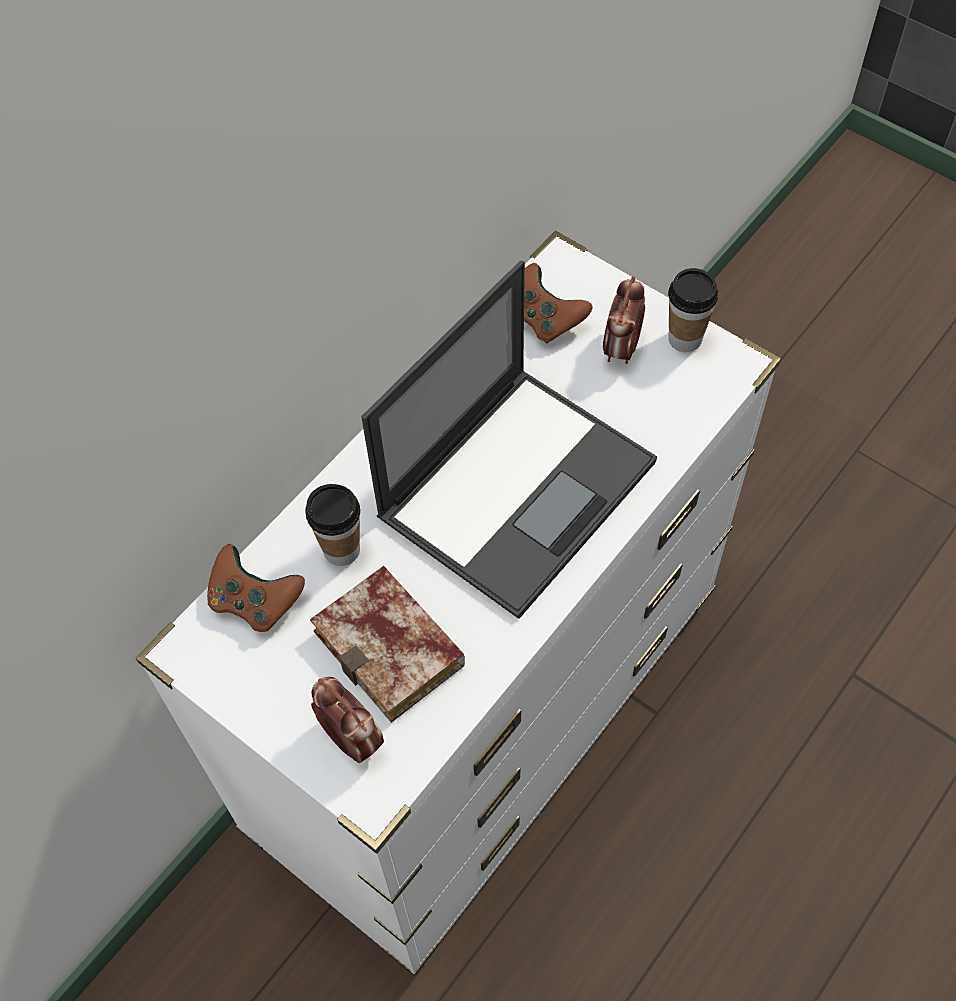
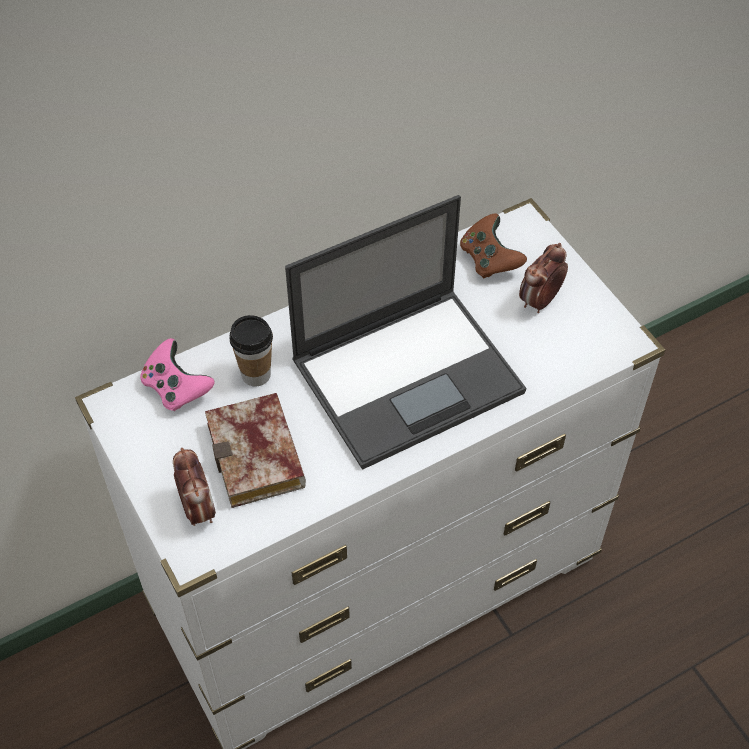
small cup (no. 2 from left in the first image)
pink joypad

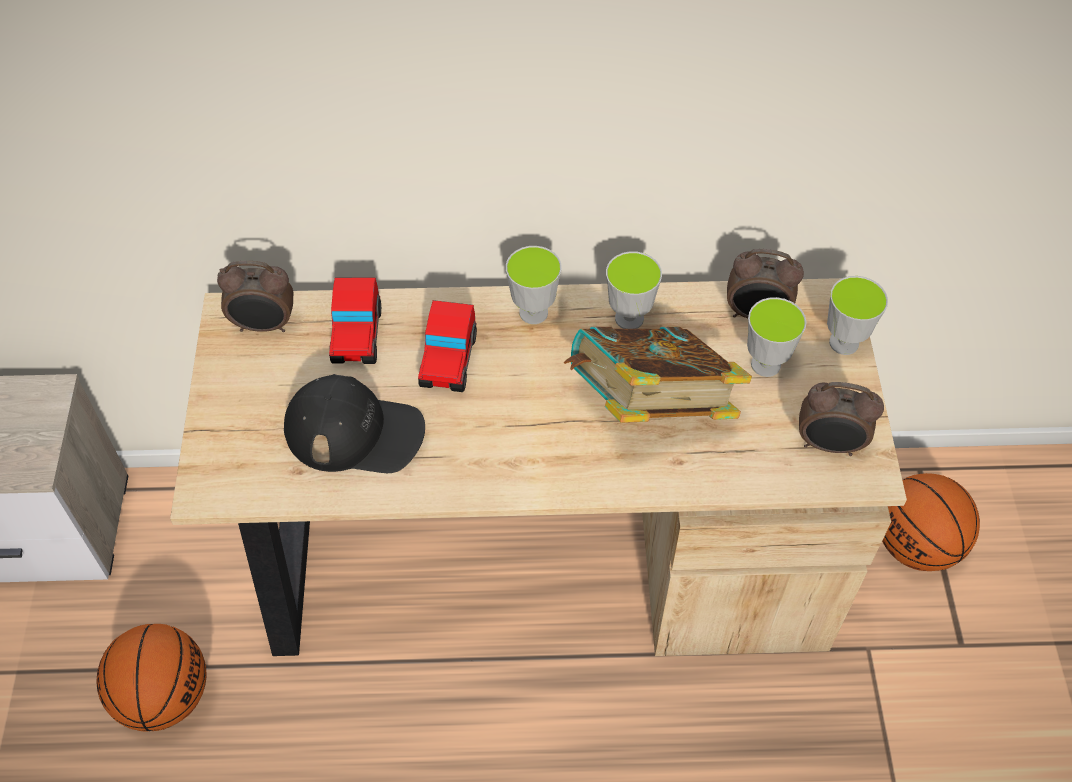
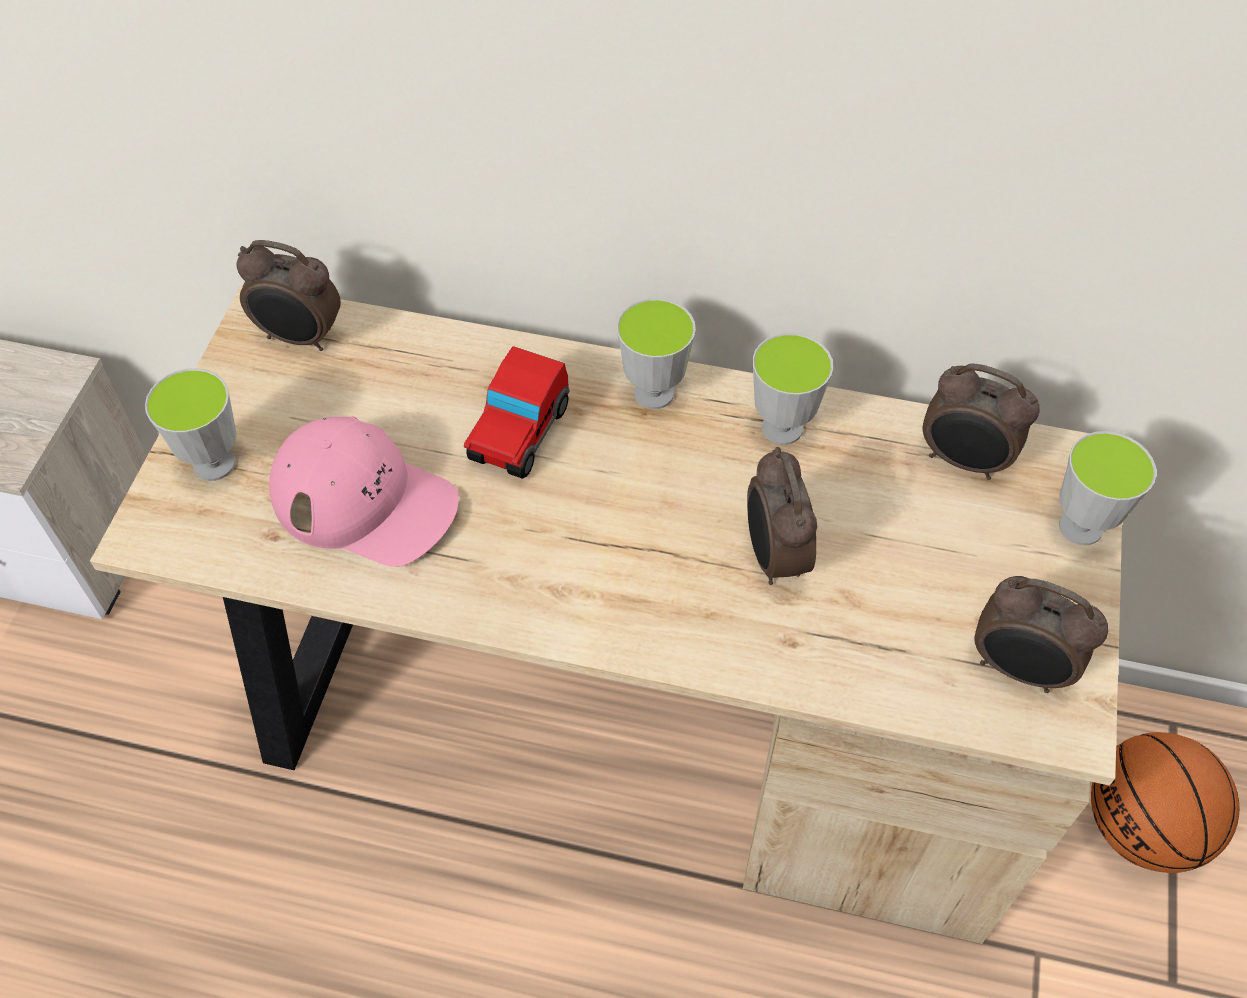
ball for basketball (no. 1 from left in the first image)
miniature car (no. 1 from left in the first image)
small cup (no. 1 from left)
bedside clock (no. 2 from left)
pink peaked cap

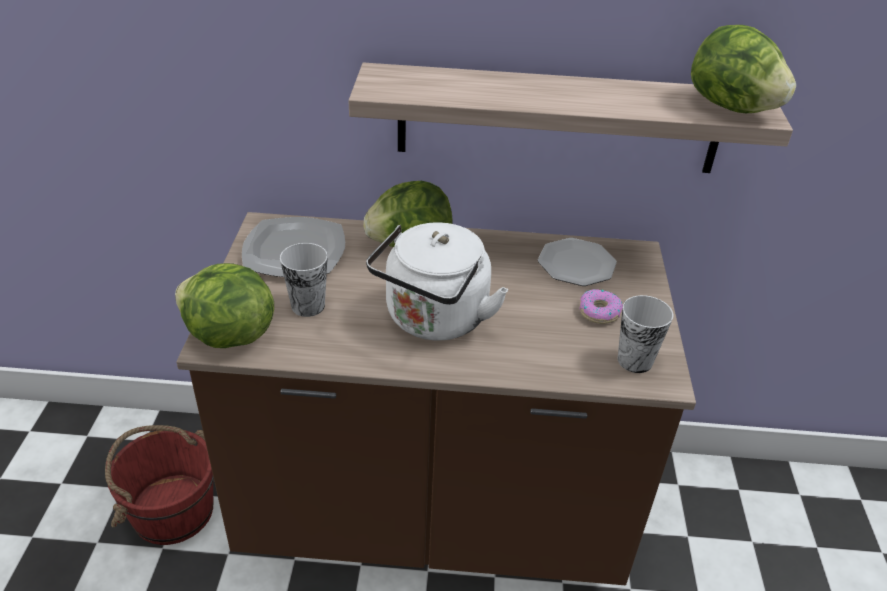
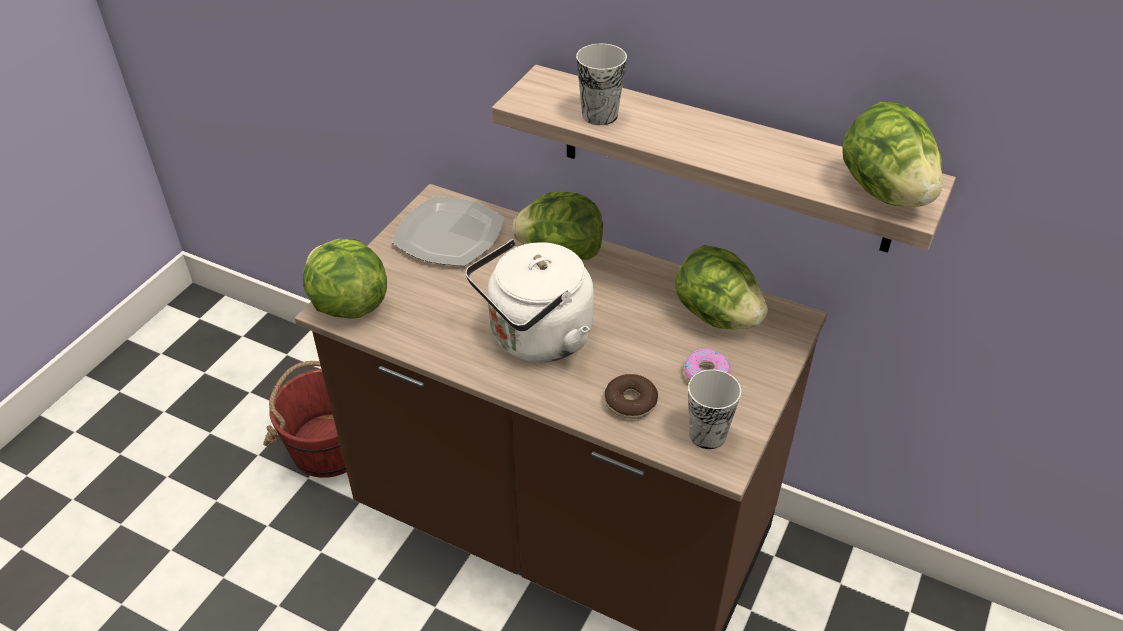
doughnut (no. 1 from left)
small cup (no. 1 from left)
head of lettuce (no. 3 from left)

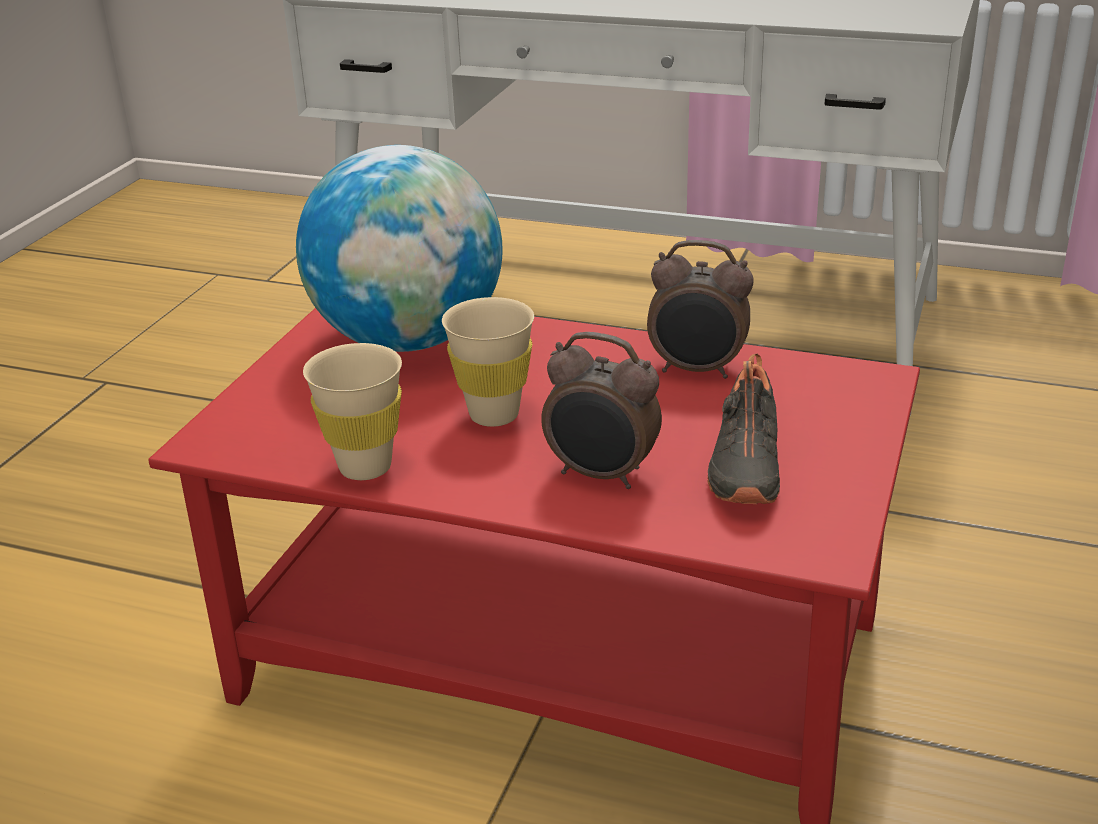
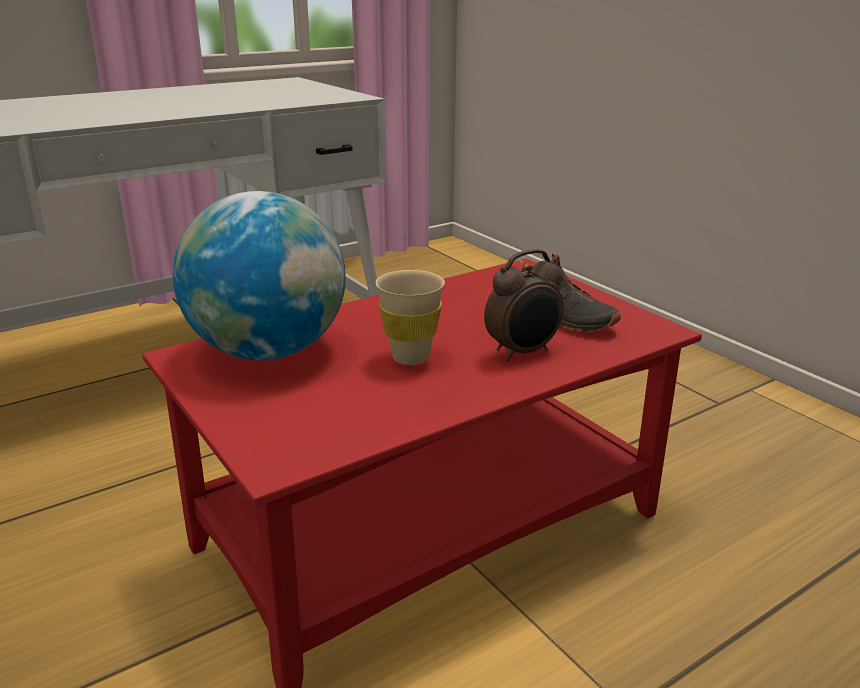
sand-coloured small cup (no. 1 from left in the first image)
bedside clock (no. 2 from left in the first image)

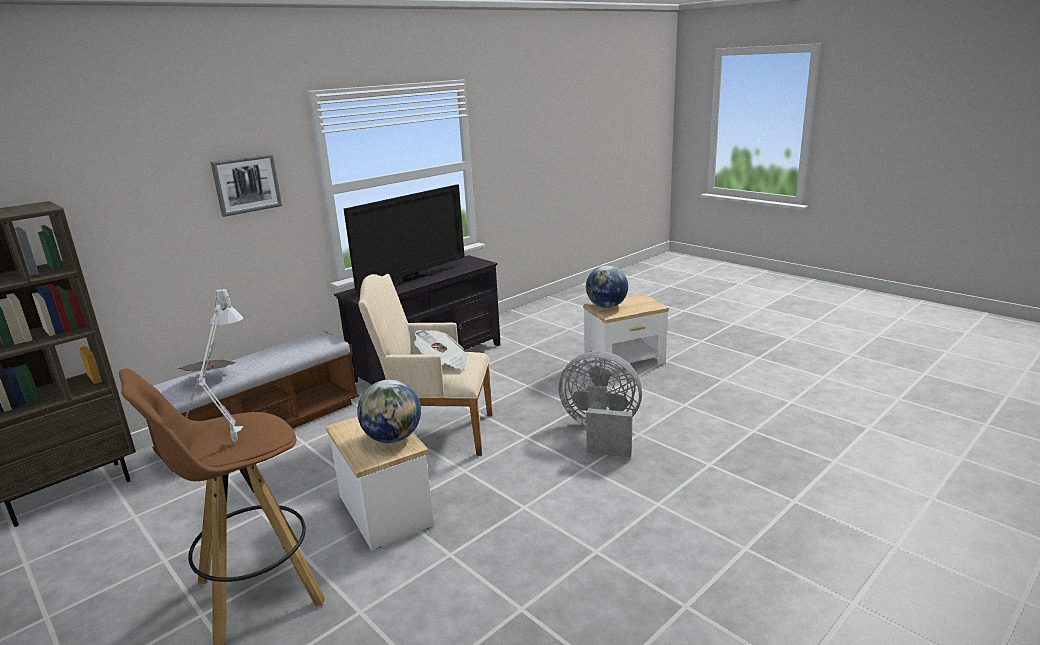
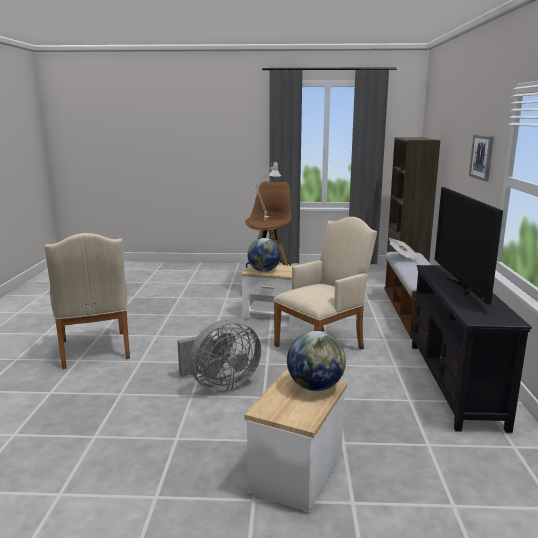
daily paper (no. 2 from left in the first image)
sand-coloured lounge chair (no. 1 from left)

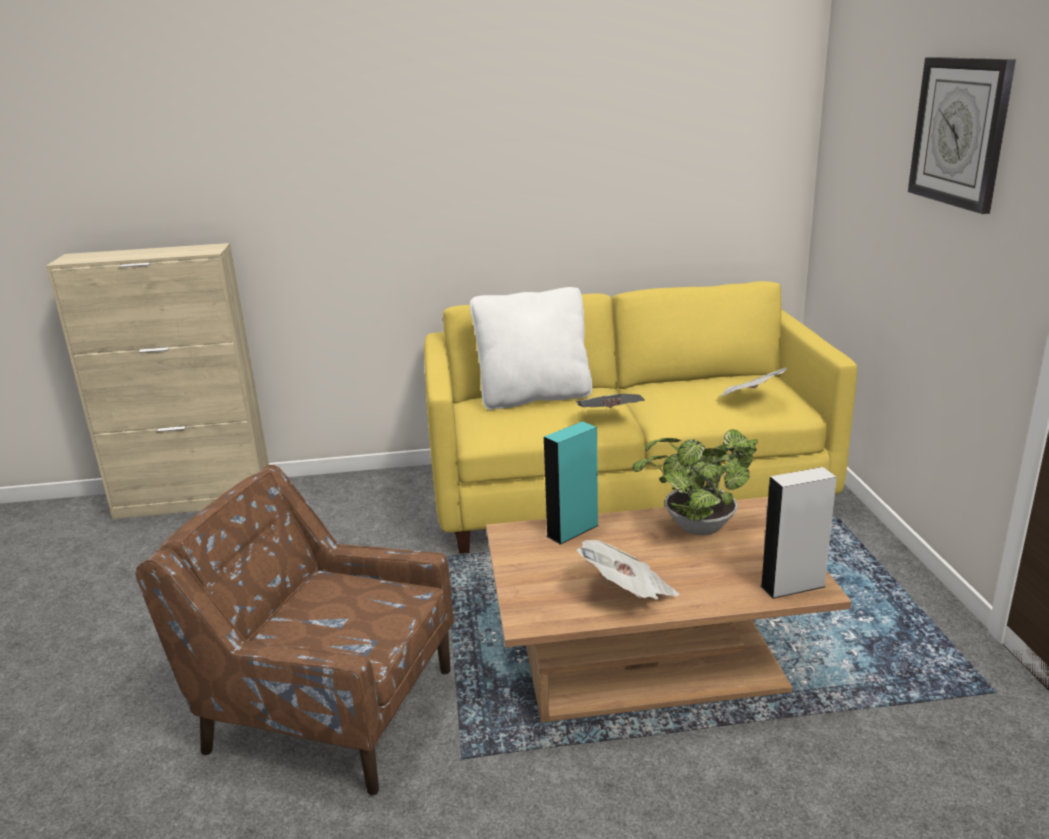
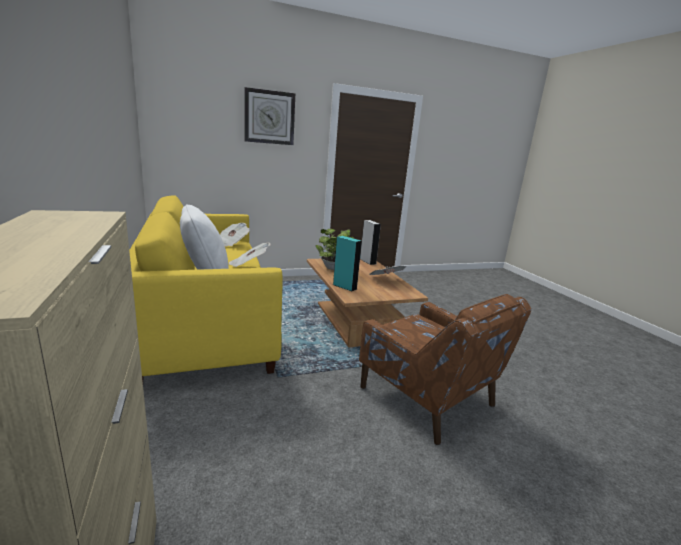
brown-coloured lounge chair

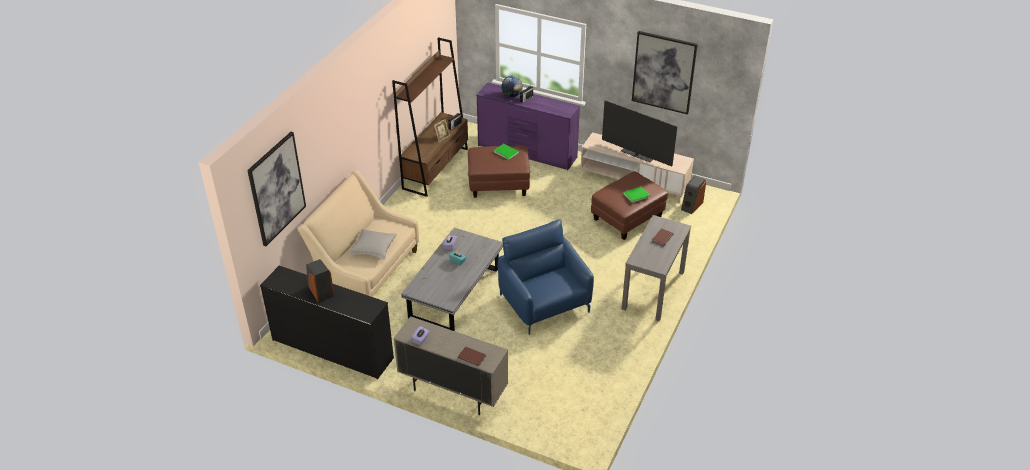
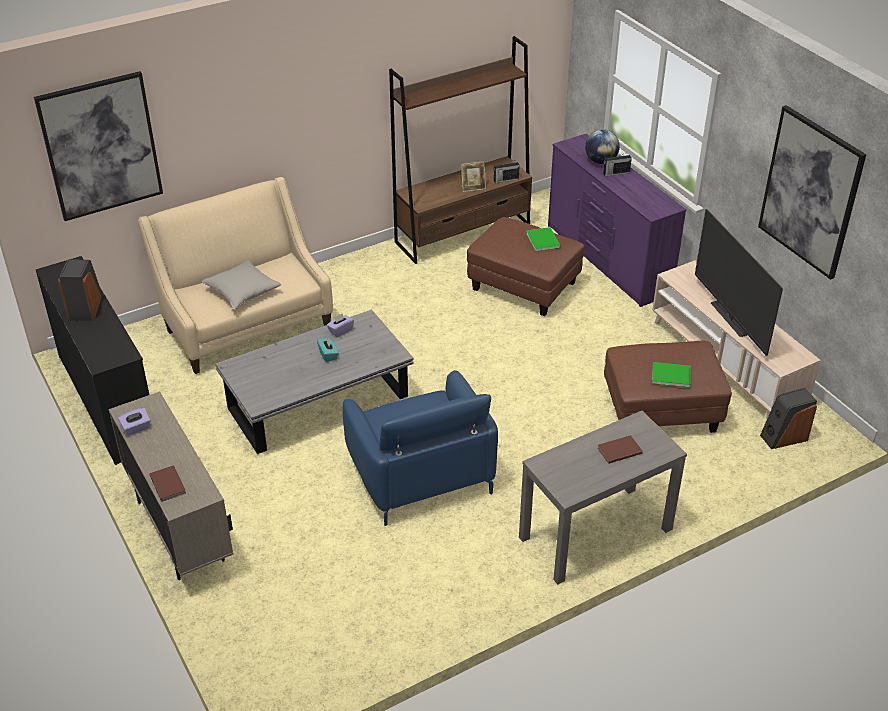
blue-coloured lounge chair

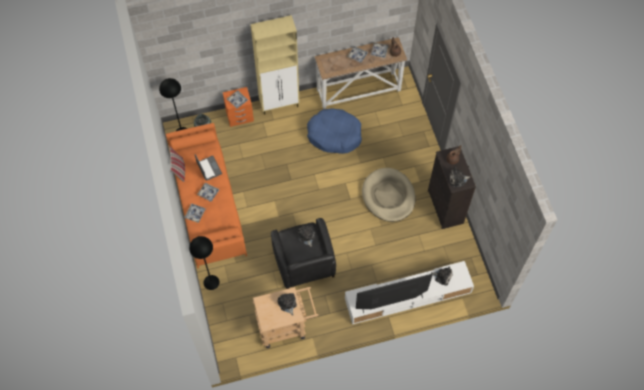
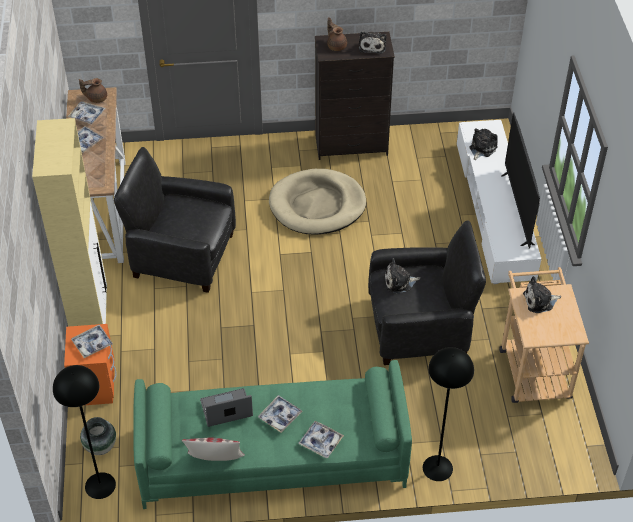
blackish lounge chair (no. 1 from left)
green sofa

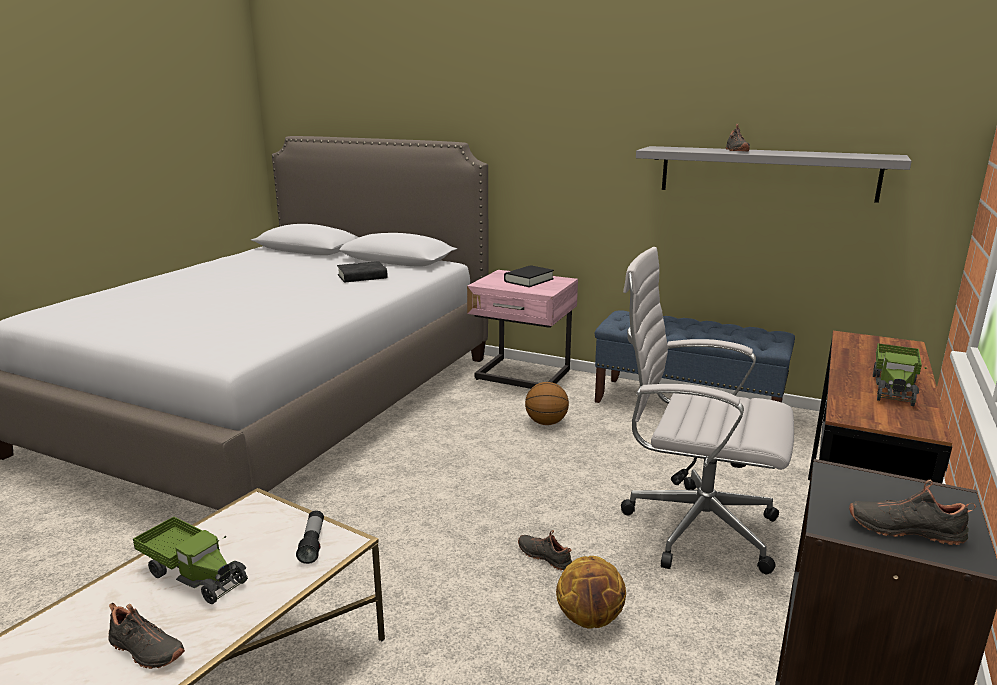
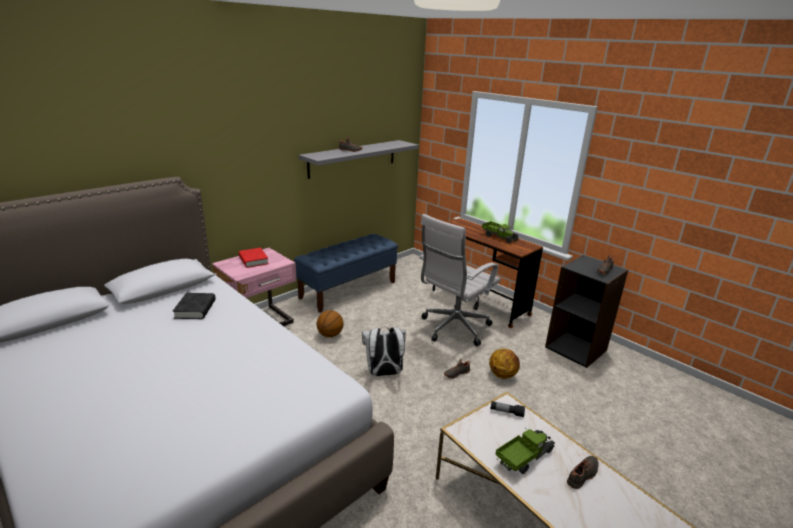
white-coloured rucksack
reddish book

